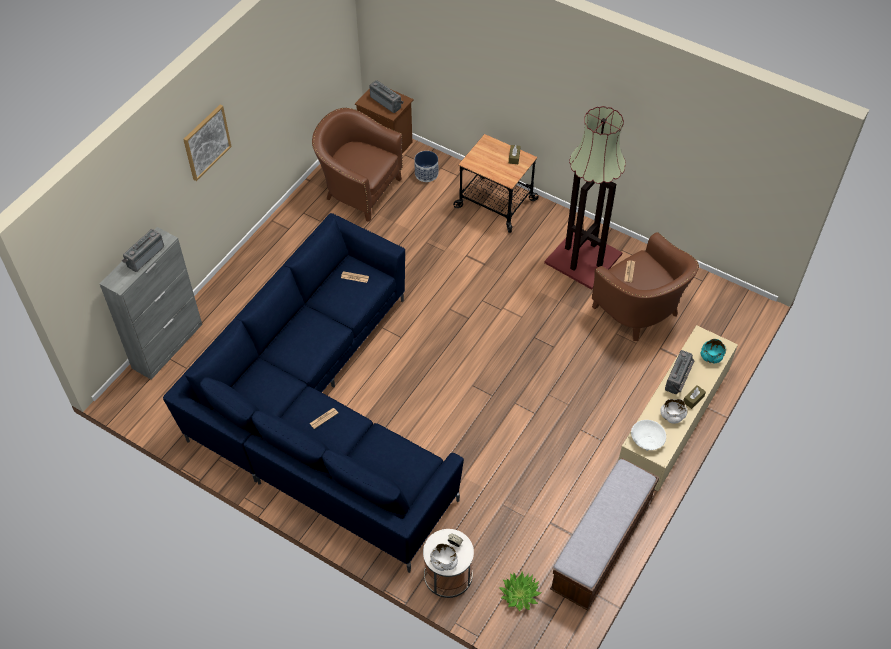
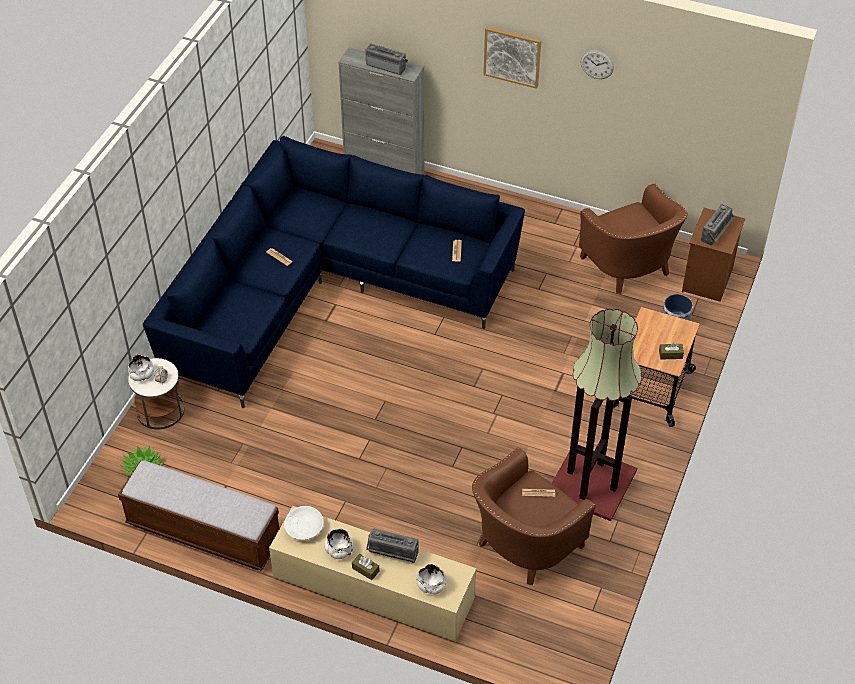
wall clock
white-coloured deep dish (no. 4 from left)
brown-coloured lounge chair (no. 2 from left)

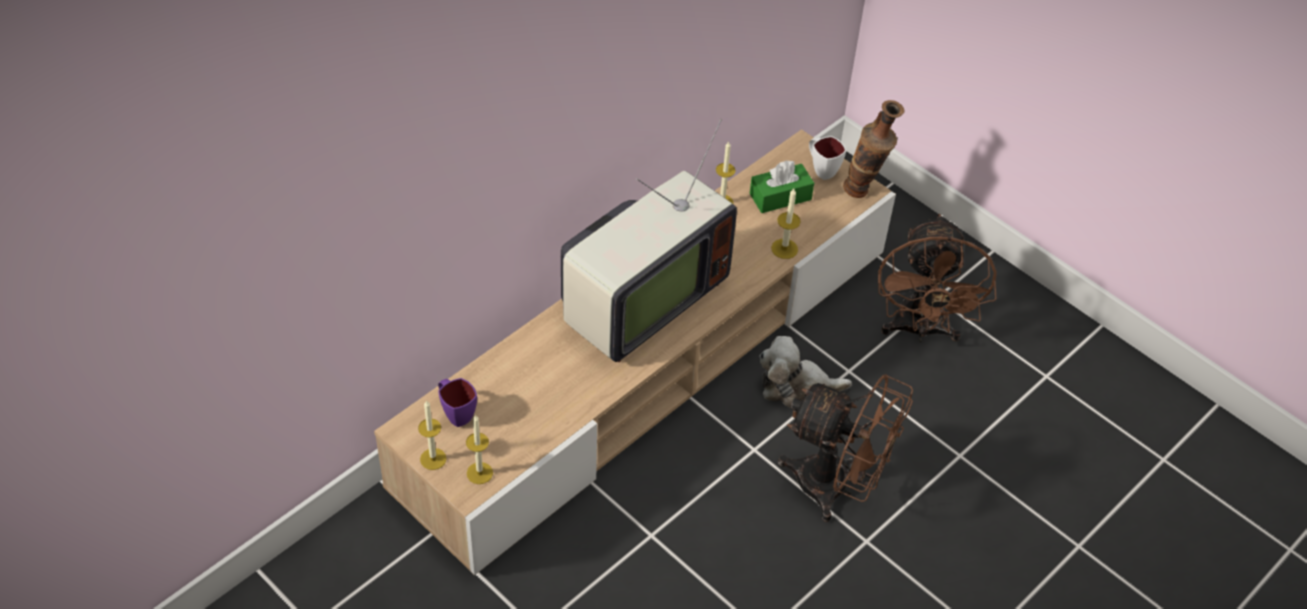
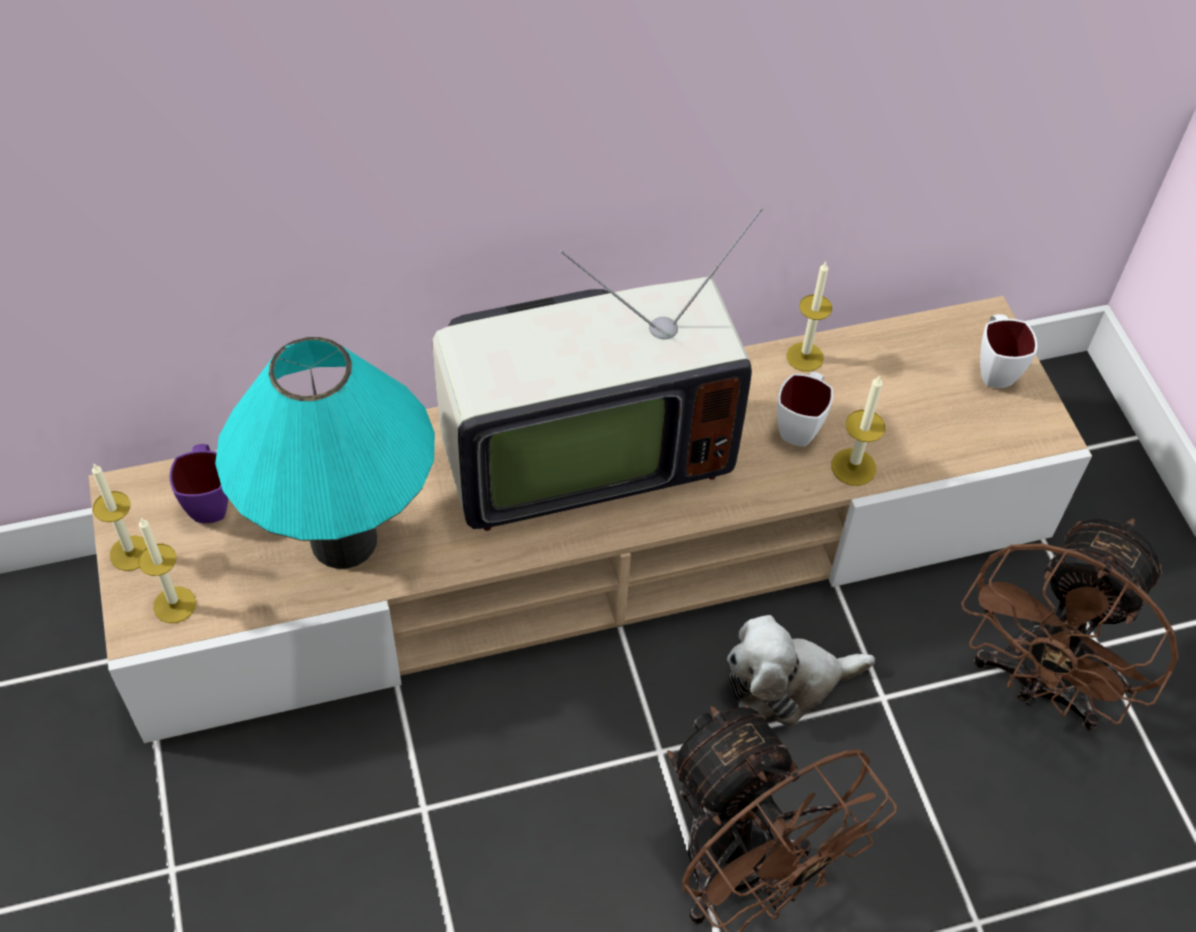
green tissue box
vase
turquoise table lamp
white-coloured mug (no. 1 from left)
cuddly toy

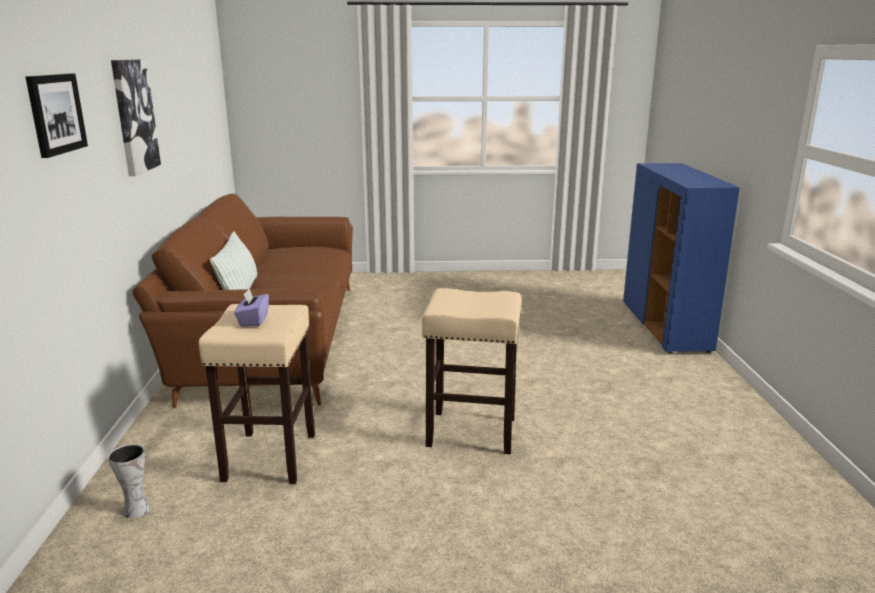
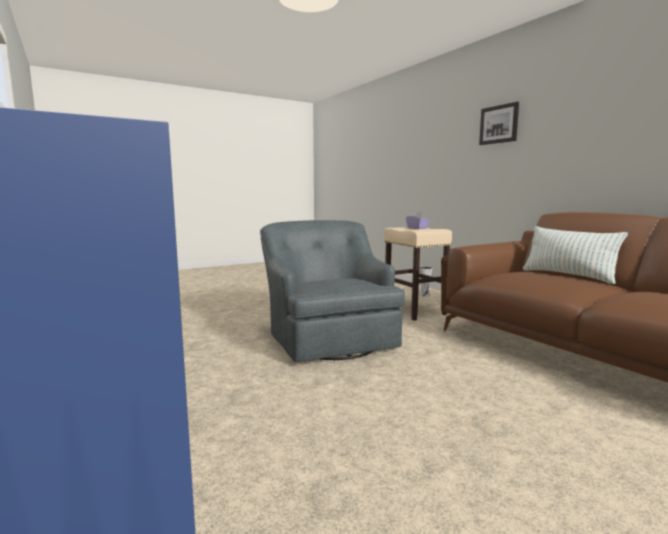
wall picture (no. 2 from left in the first image)
grey lounge chair

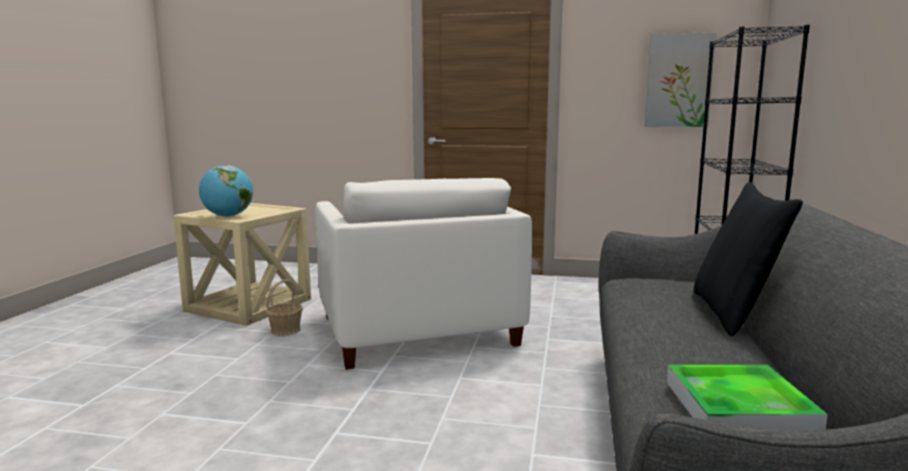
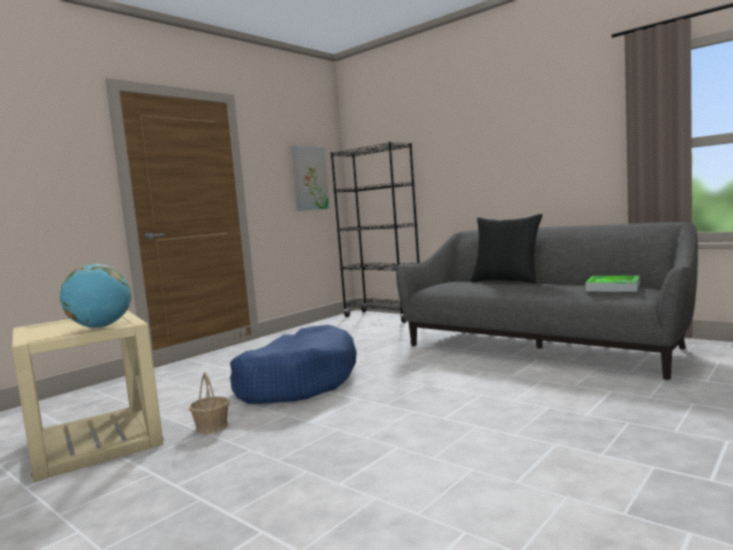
blue-coloured dog bed

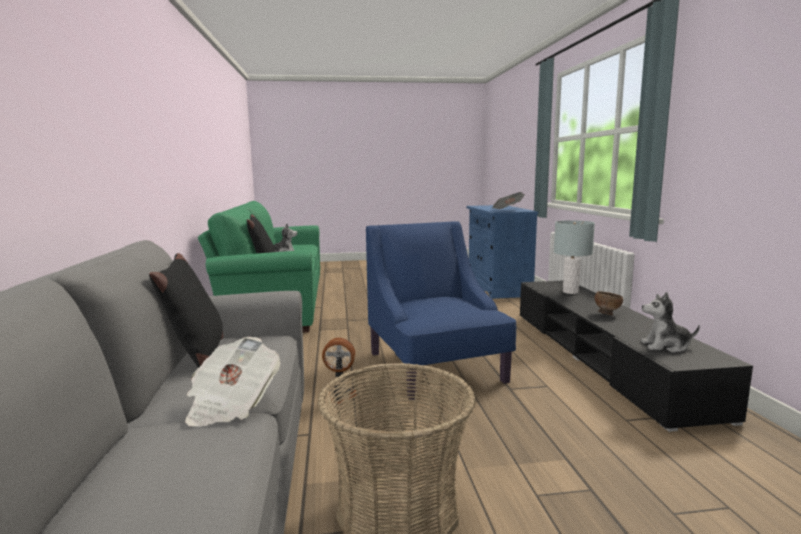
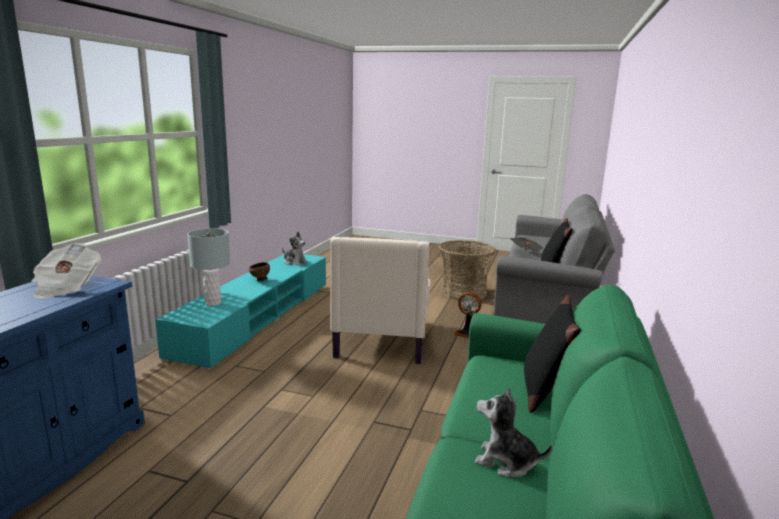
sand-coloured lounge chair
turquoise tv unit

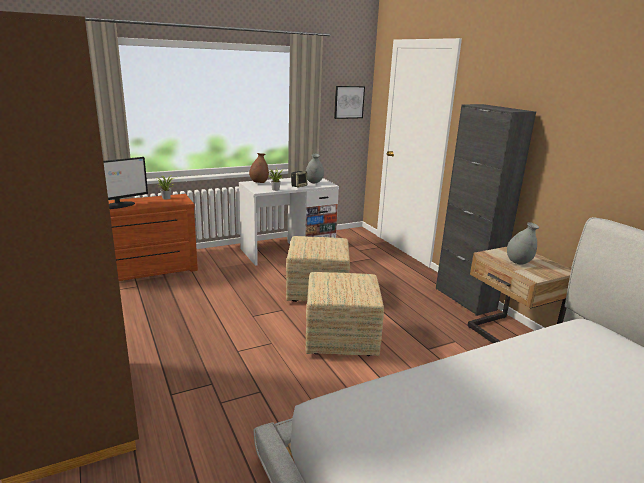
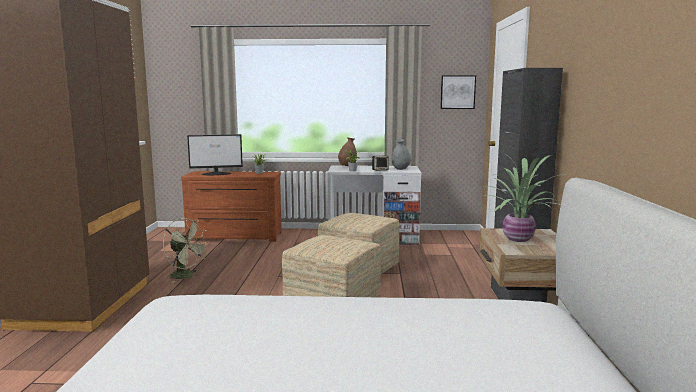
green electric fan
plant in a pot (no. 3 from left)

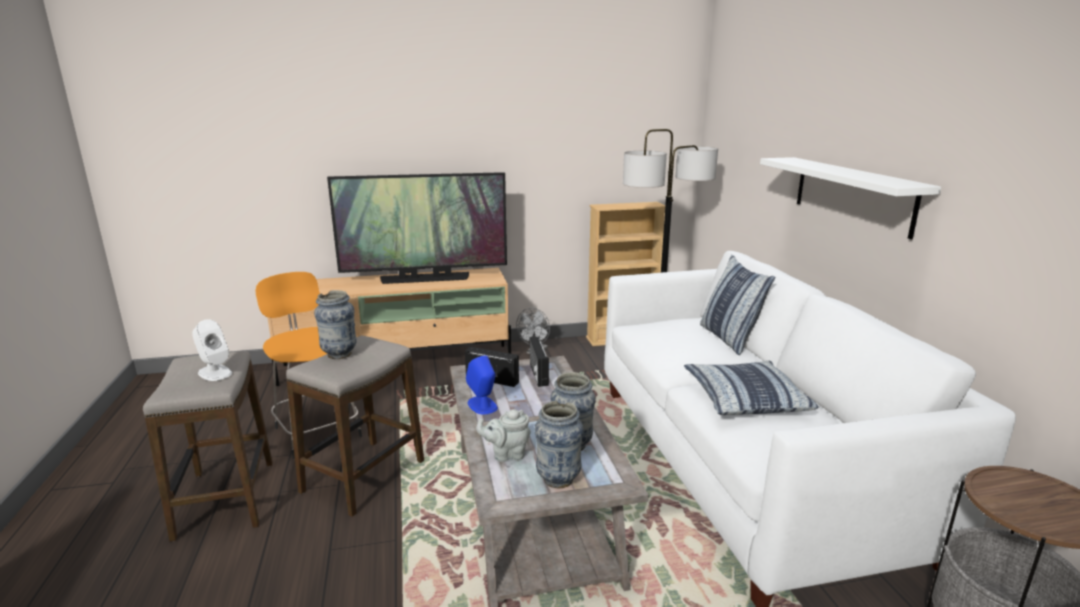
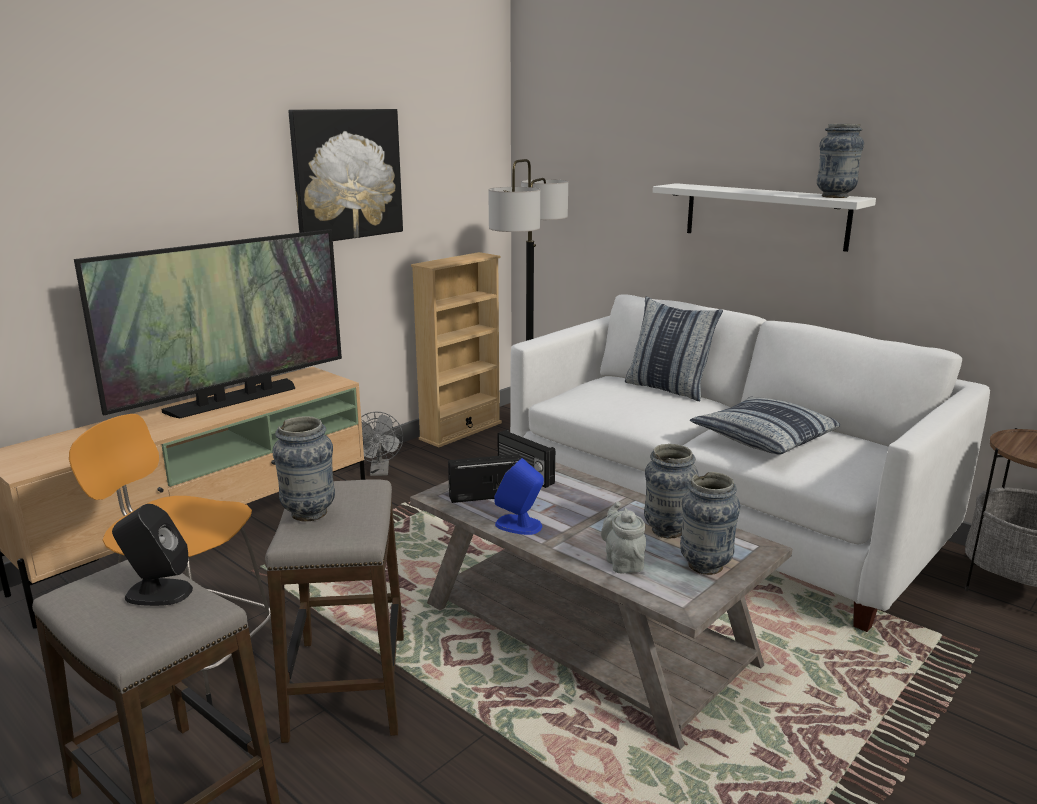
wall picture
vase (no. 4 from left)
blackish audio speaker
grey teapot

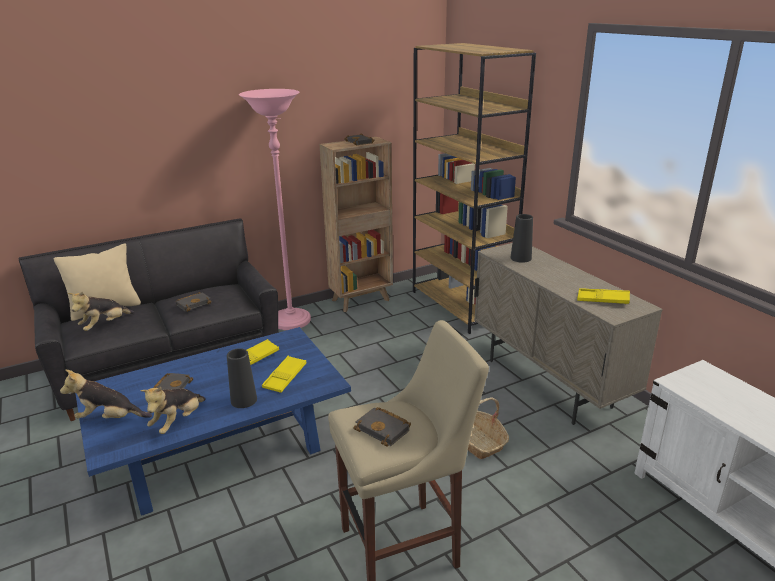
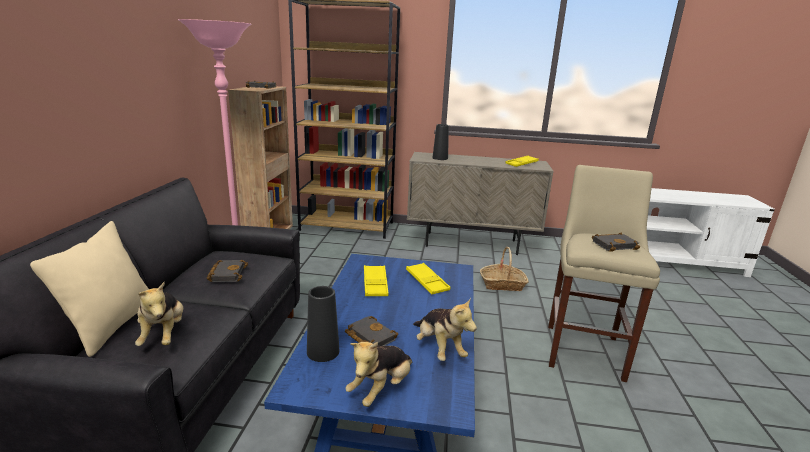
blackish vase (no. 1 from left)

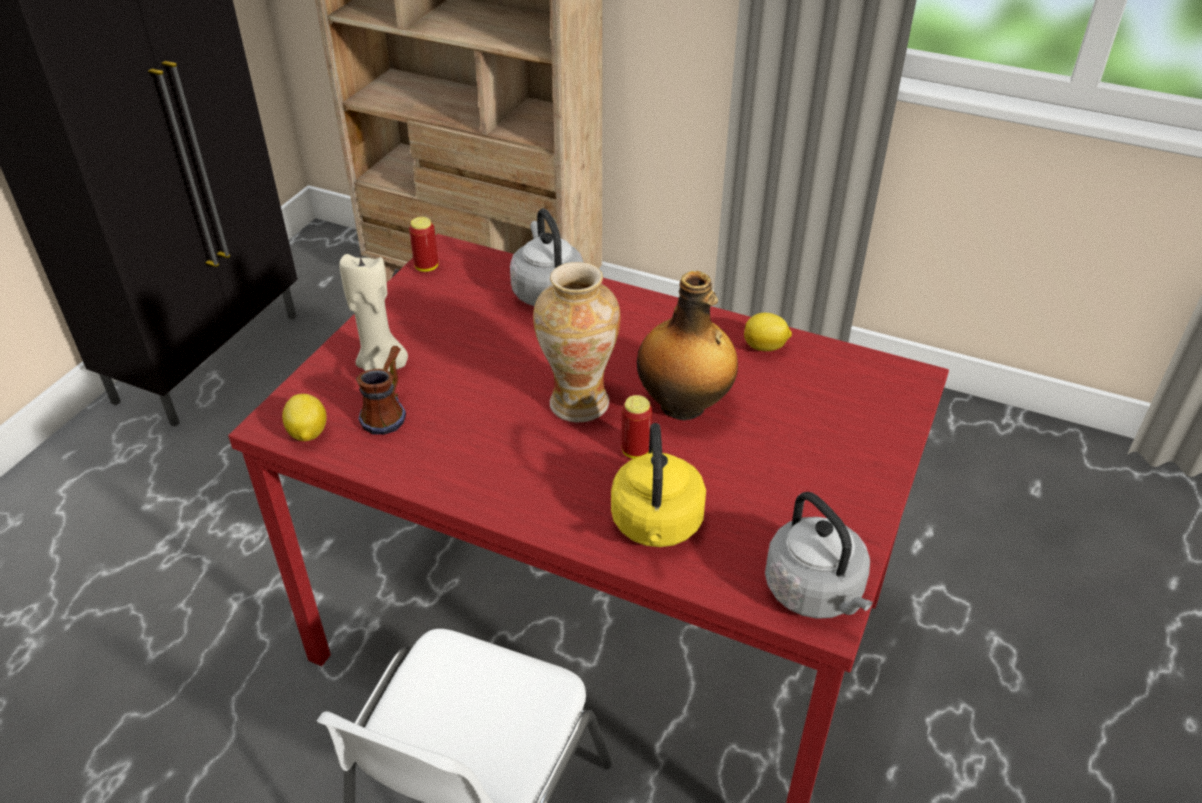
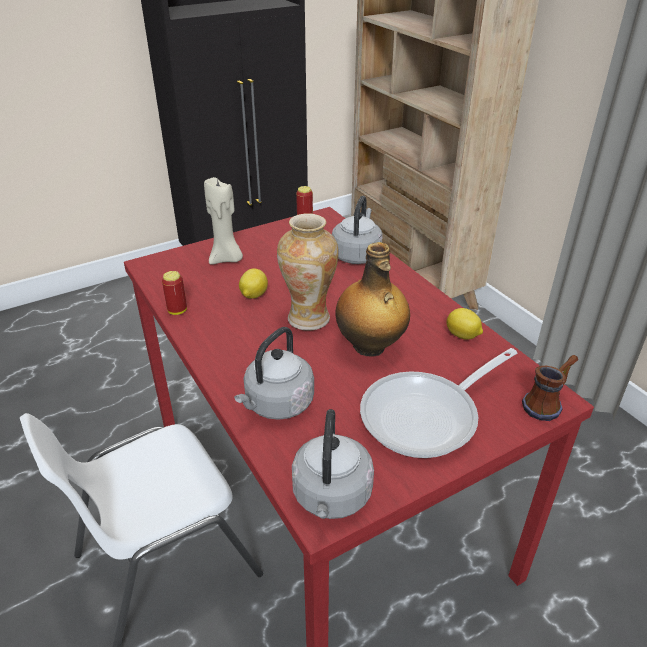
skillet
citrus fruit (no. 1 from left)
mug
metal can (no. 1 from left)
grey kettle (no. 1 from left)

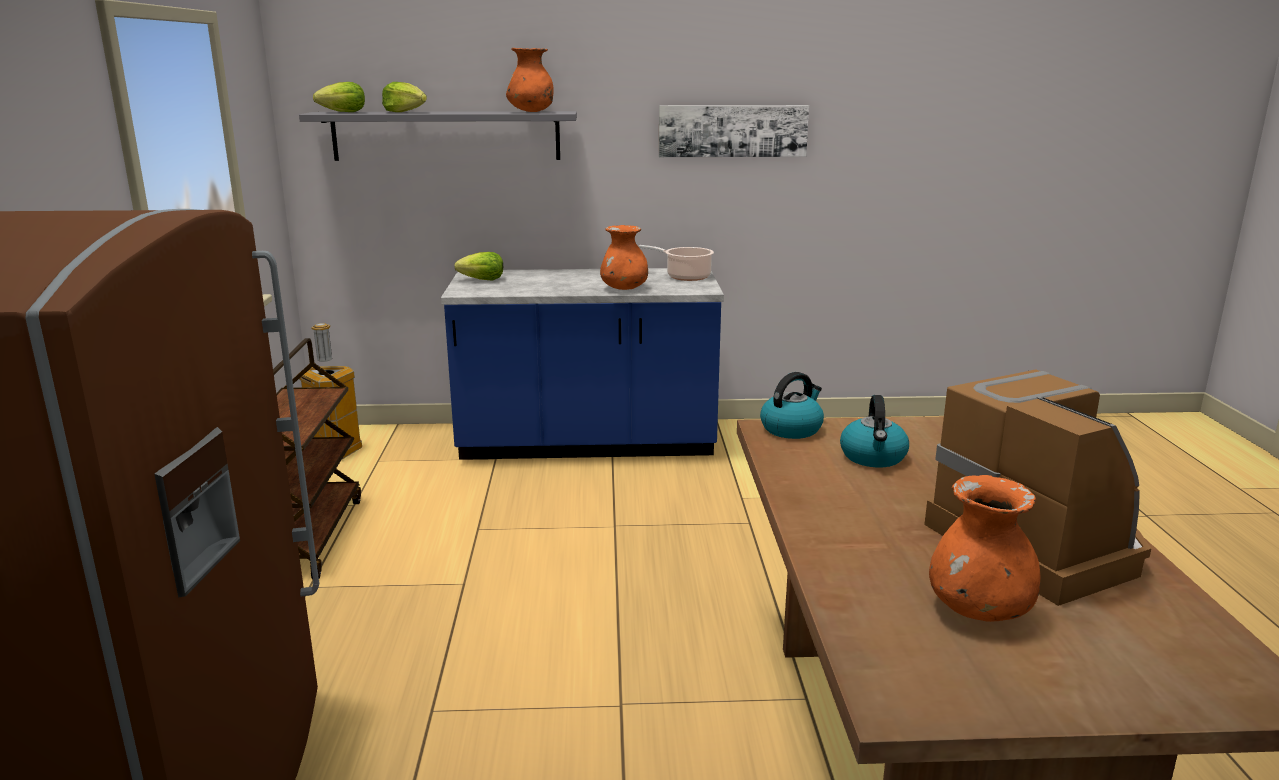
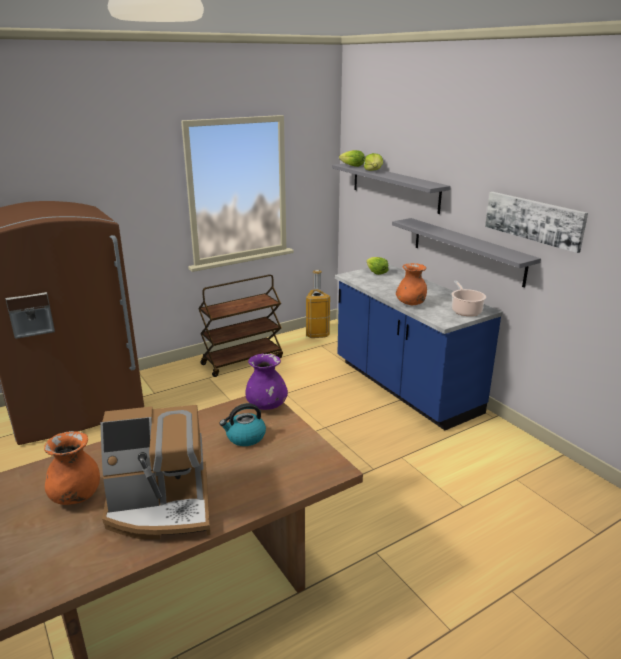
orange vase (no. 1 from left in the first image)
grey shelf (no. 2 from left)
purple vase
coffee maker

